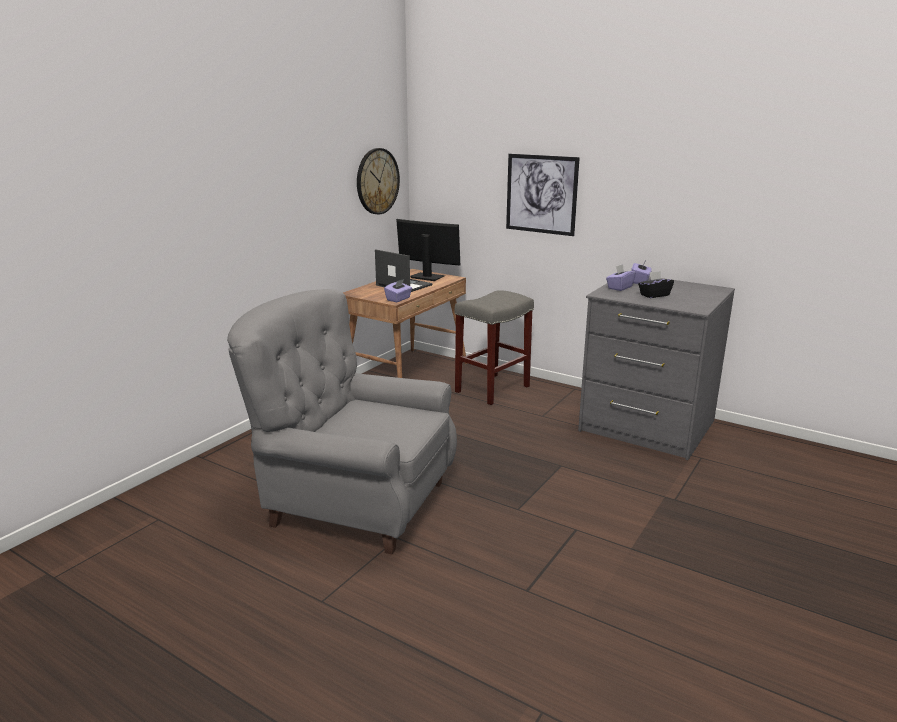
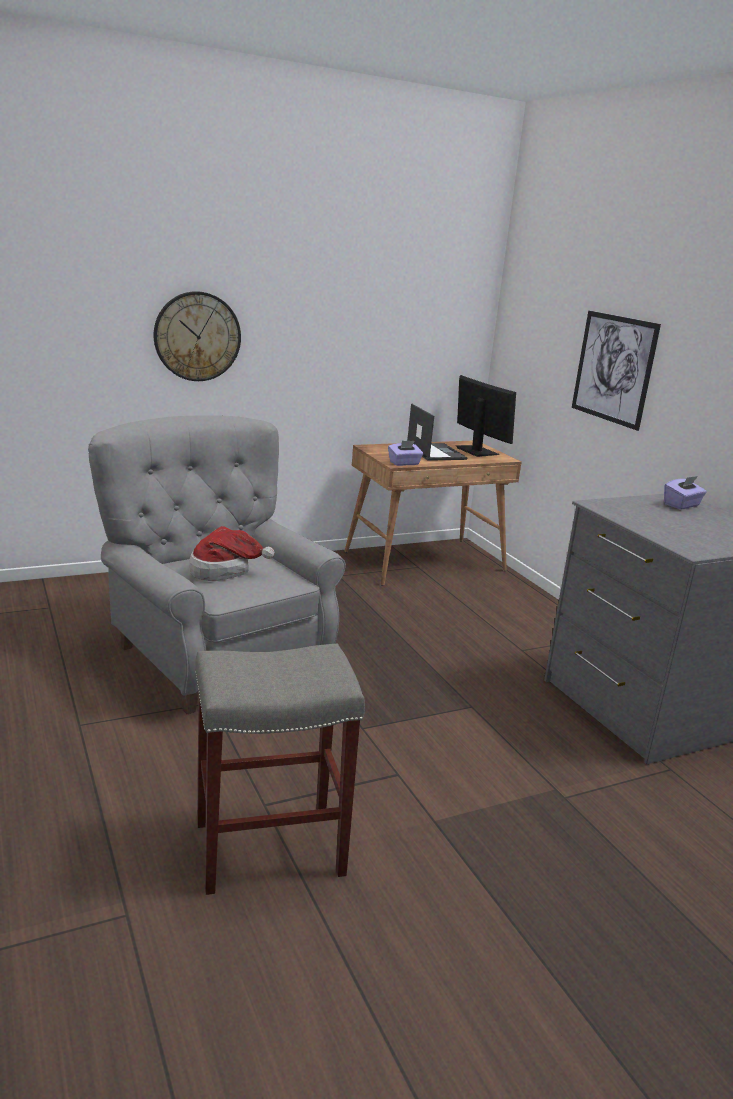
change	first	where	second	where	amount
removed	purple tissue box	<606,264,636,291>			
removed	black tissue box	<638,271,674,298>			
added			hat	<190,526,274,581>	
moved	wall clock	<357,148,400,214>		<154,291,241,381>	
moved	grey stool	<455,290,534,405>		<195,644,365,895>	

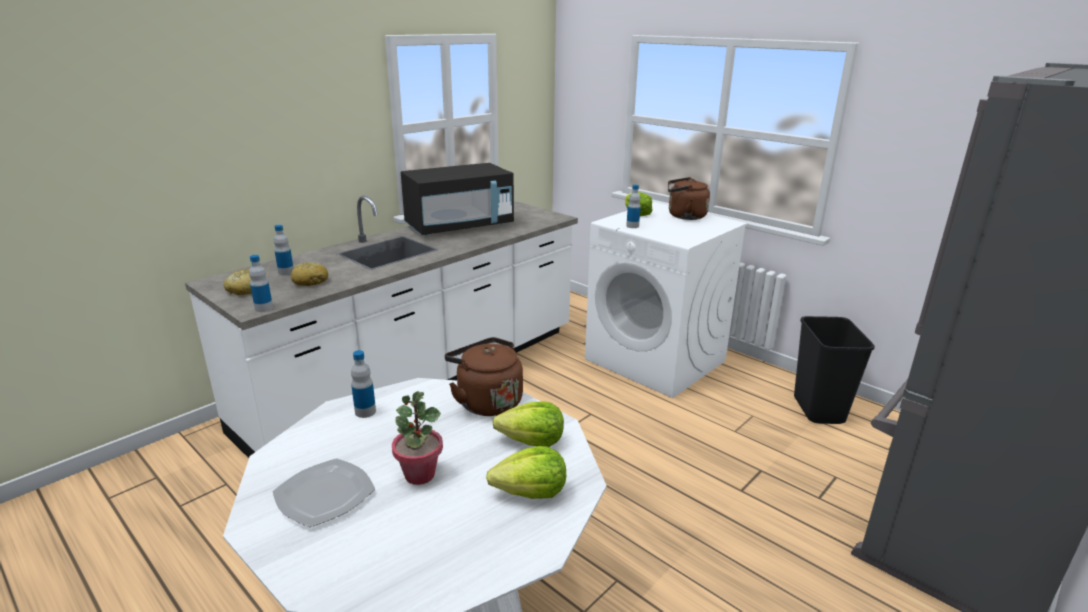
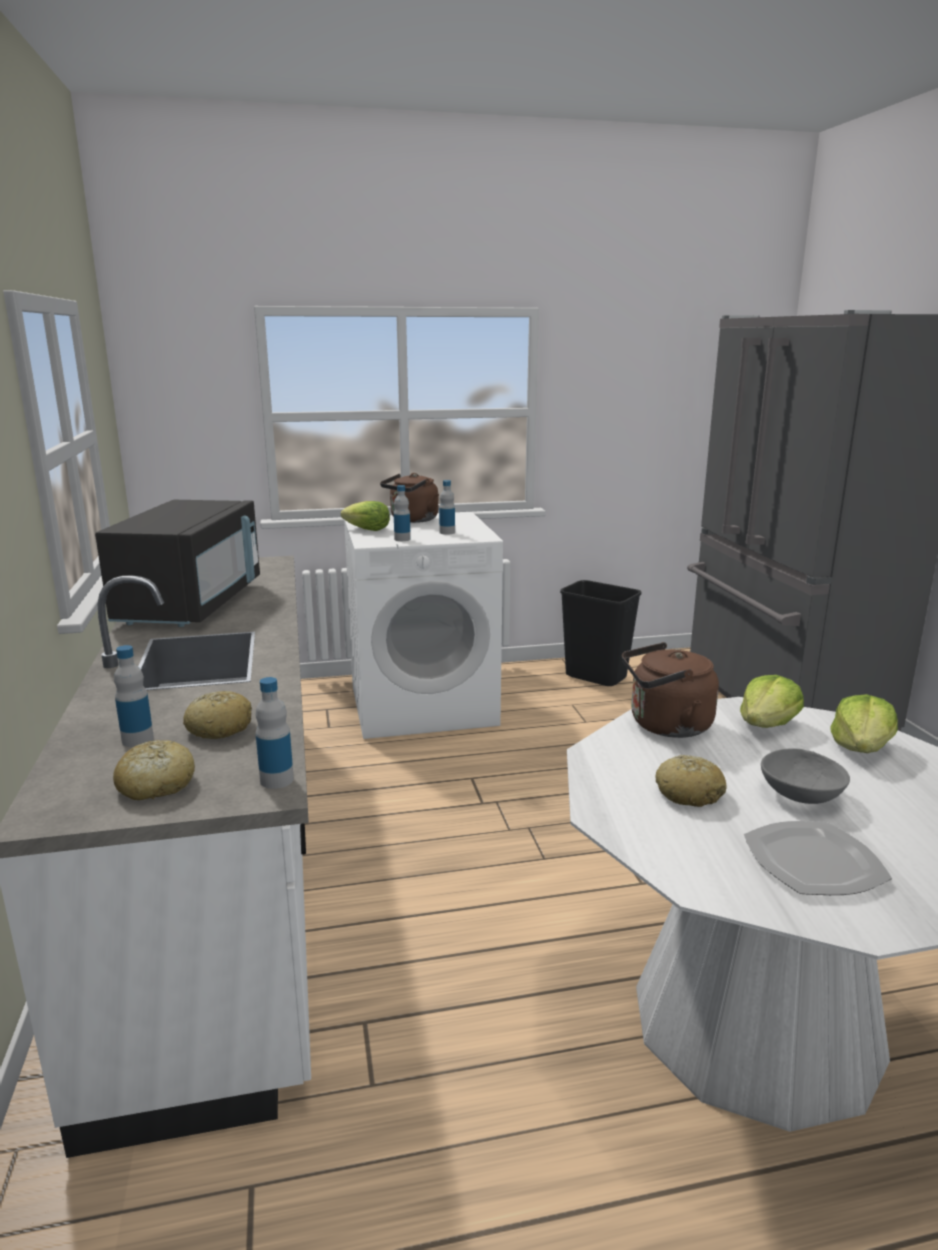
change	first	where	second	where	amount
added			bread	<655,755,726,807>	
moved	bottle	<351,350,376,418>		<439,480,455,535>	
replaced	potted plant	<392,391,443,485>	grey bowl	<761,748,850,804>	

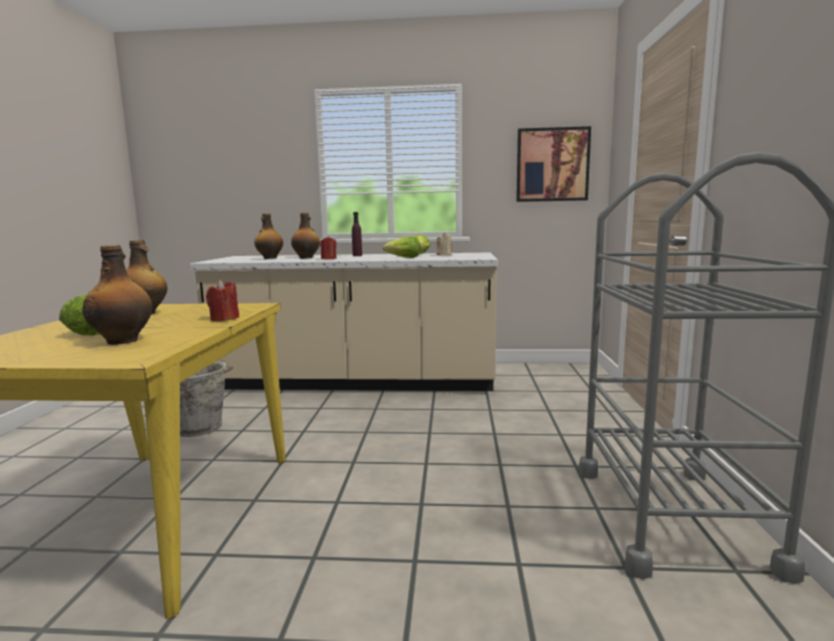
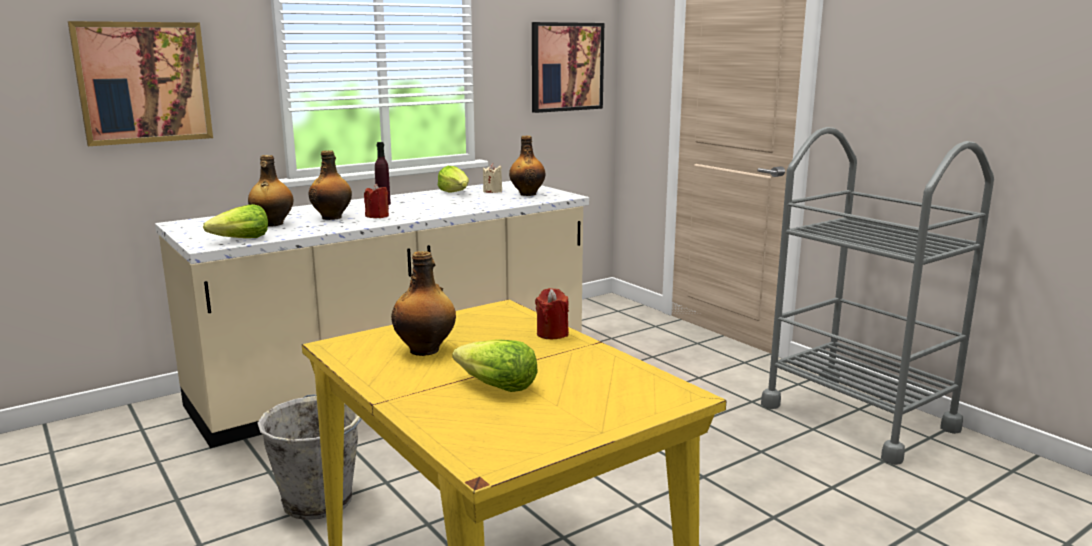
change	first	where	second	where	amount
added			picture	<68,21,213,146>	
moved	bottle	<82,245,152,345>		<509,136,546,196>	
moved	lettuce	<383,236,421,258>		<203,204,268,238>	

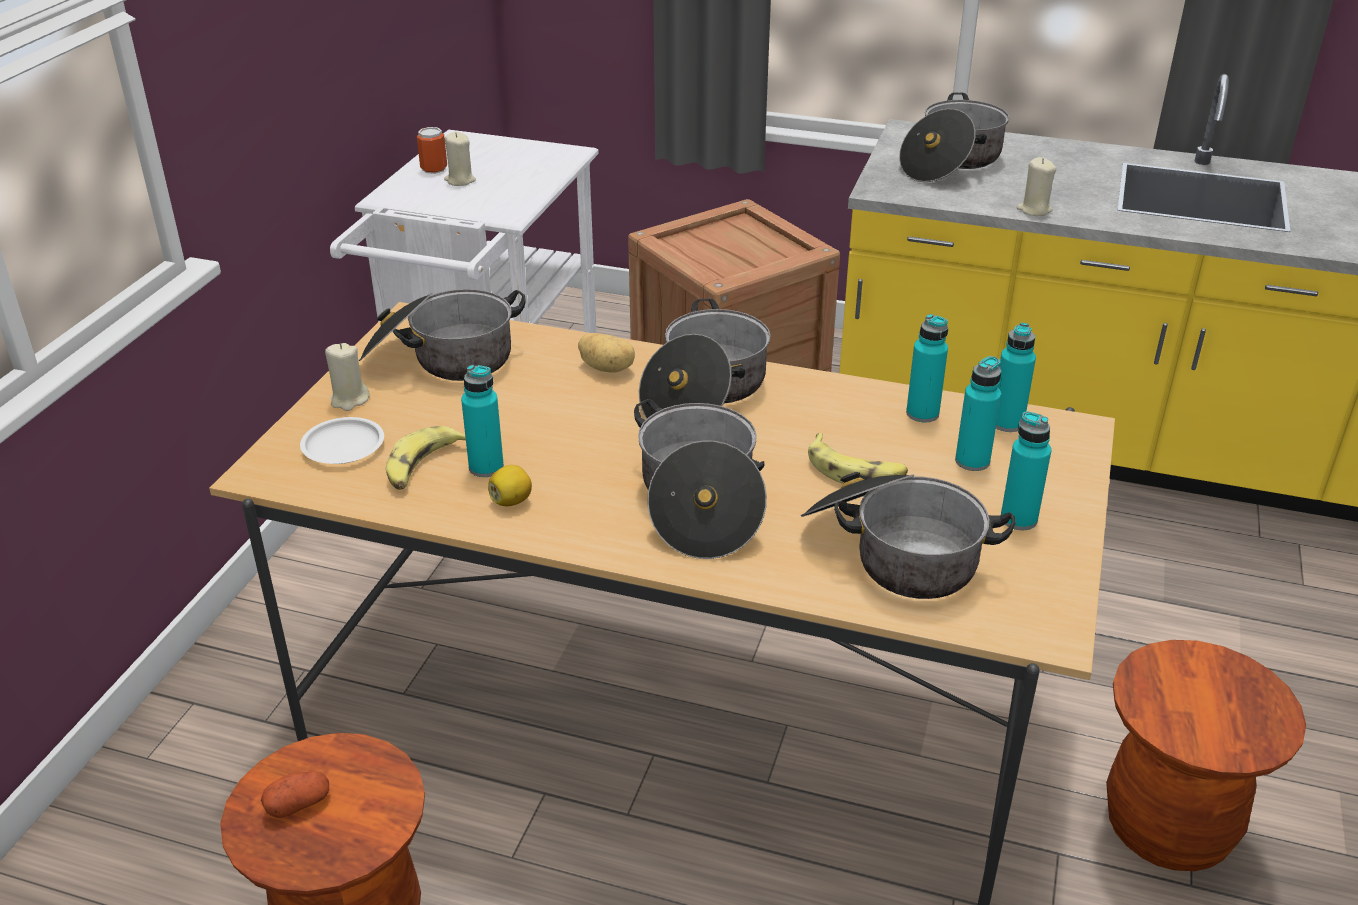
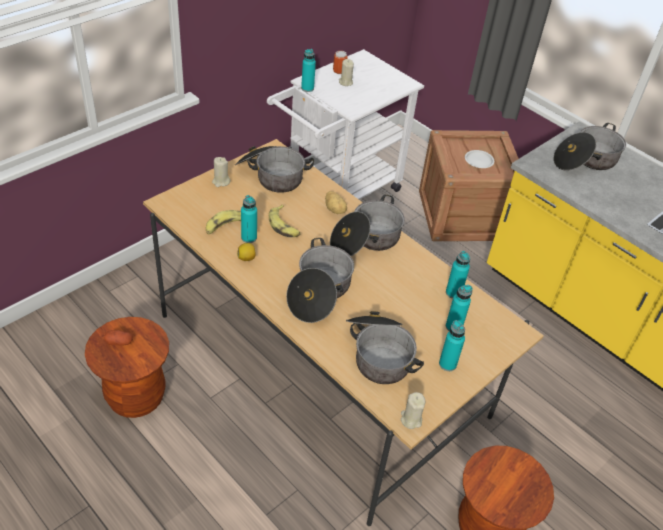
change	first	where	second	where	amount
moved	white plate	<300,417,384,464>		<465,150,494,168>	
moved	banana	<808,433,908,484>		<269,205,300,237>	
moved	turquoise bottle	<996,323,1036,432>		<301,49,316,92>	
moved	beige candle	<1016,157,1057,216>		<401,392,425,429>	

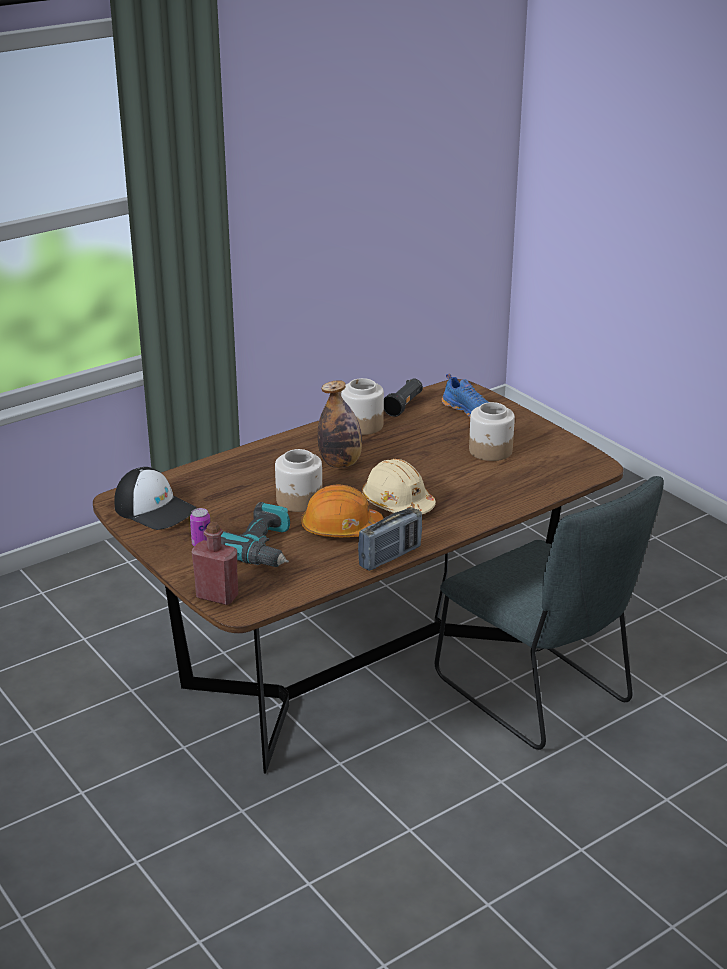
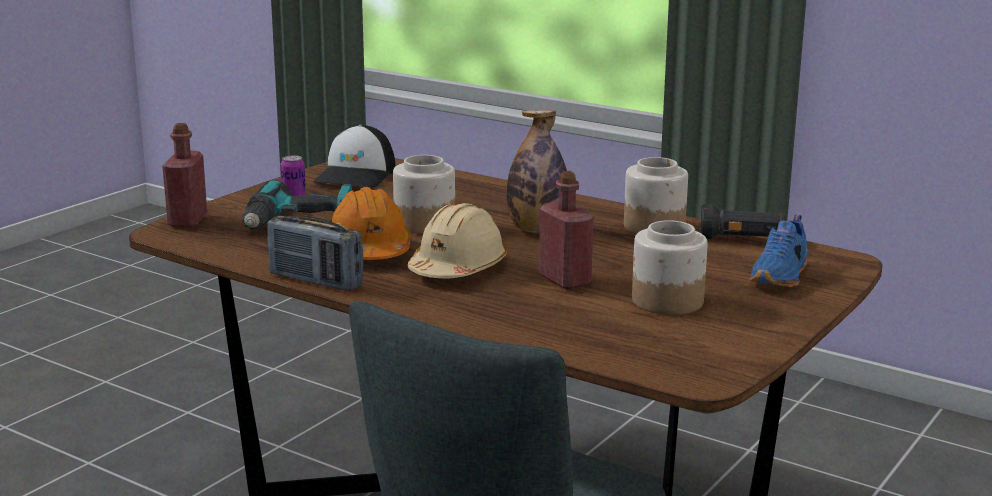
change	first	where	second	where	amount
added			red bottle	<539,171,594,289>	

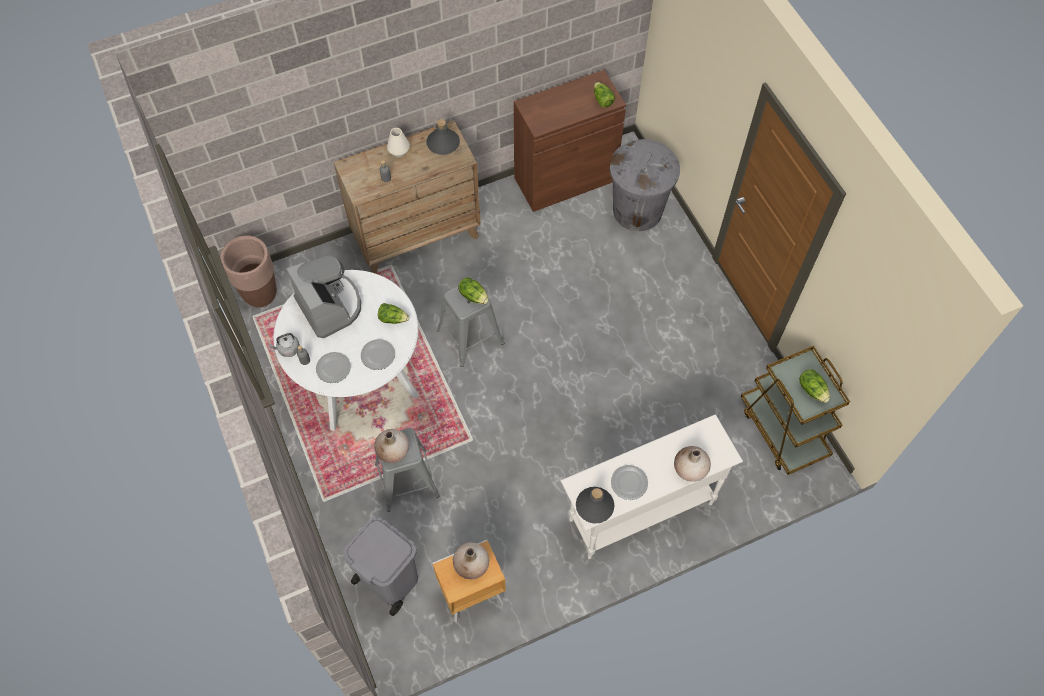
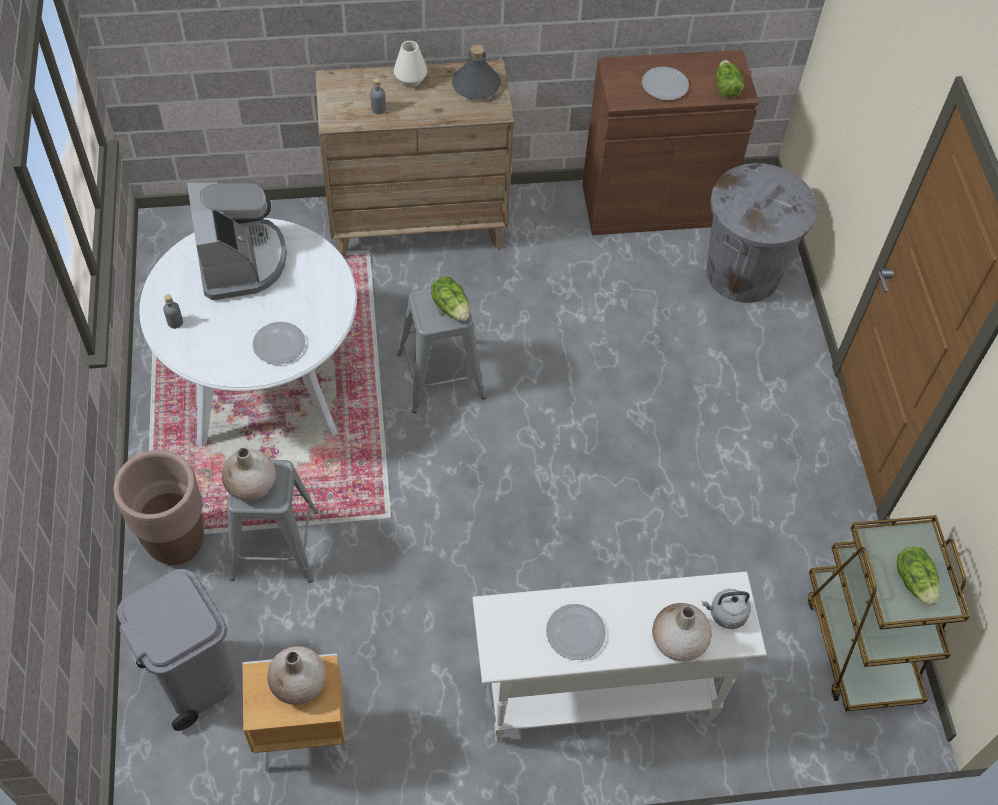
change	first	where	second	where	amount
removed	lettuce	<378,303,409,324>			
removed	grey bottle	<576,487,614,524>			
moved	brown planter	<220,235,277,307>		<114,450,204,565>	
moved	grey kettle	<269,333,300,357>		<702,589,751,629>	
moved	plate	<316,352,351,383>		<642,67,689,100>	

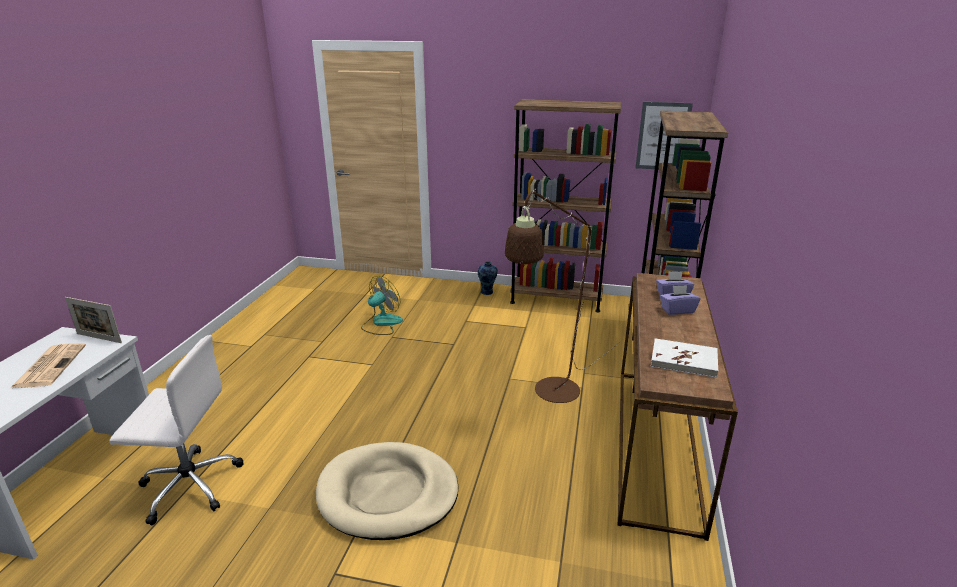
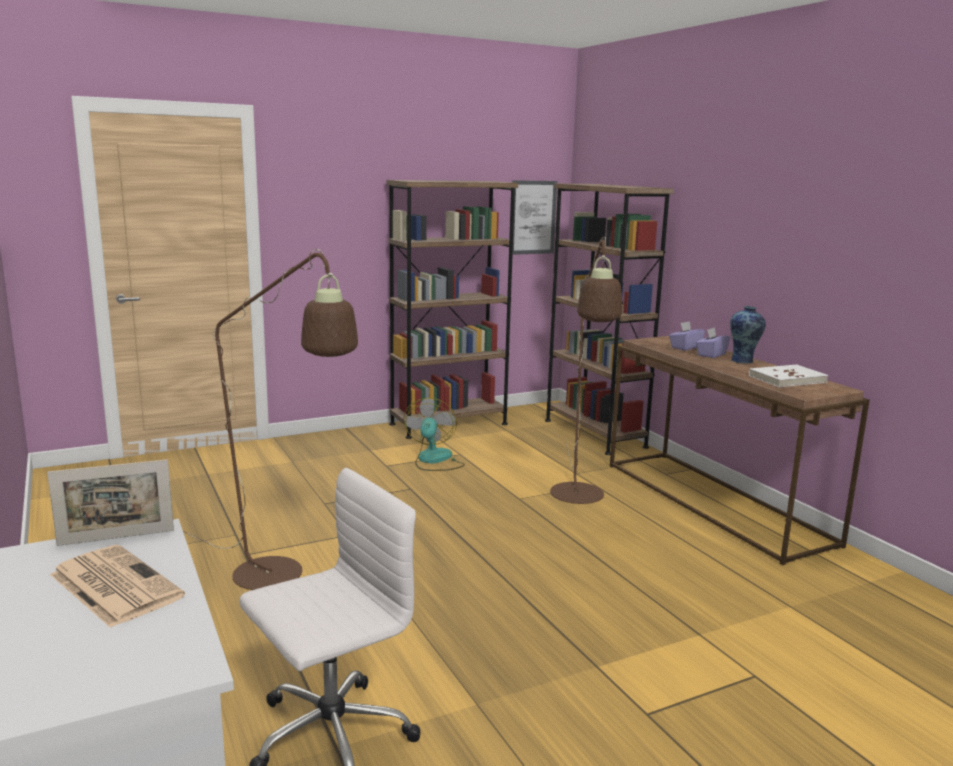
change	first	where	second	where	amount
removed	beige dog bed	<316,442,458,540>			
added			brown floor lamp	<183,249,358,590>	
moved	fan	<361,276,403,335>		<403,398,465,471>	
moved	vase	<478,262,498,295>		<730,306,766,364>	

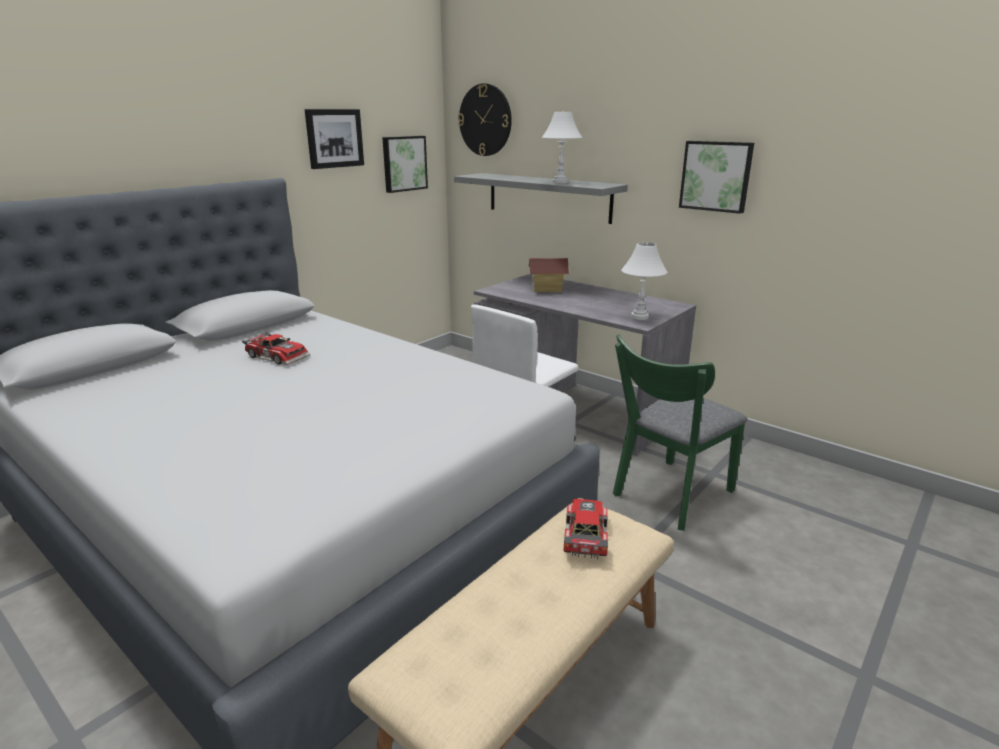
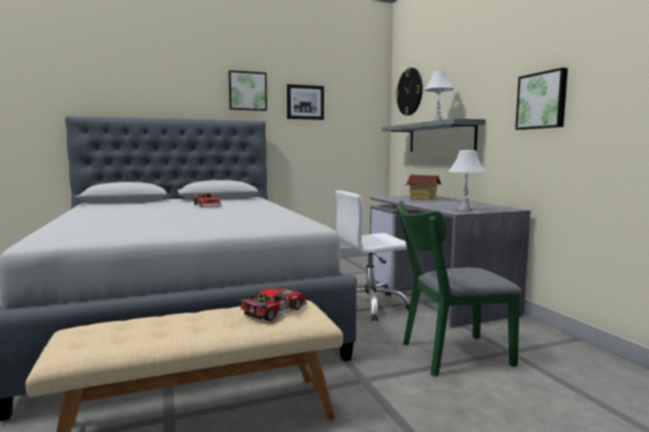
change	first	where	second	where	amount
moved	picture	<382,136,428,193>		<228,70,267,111>	

